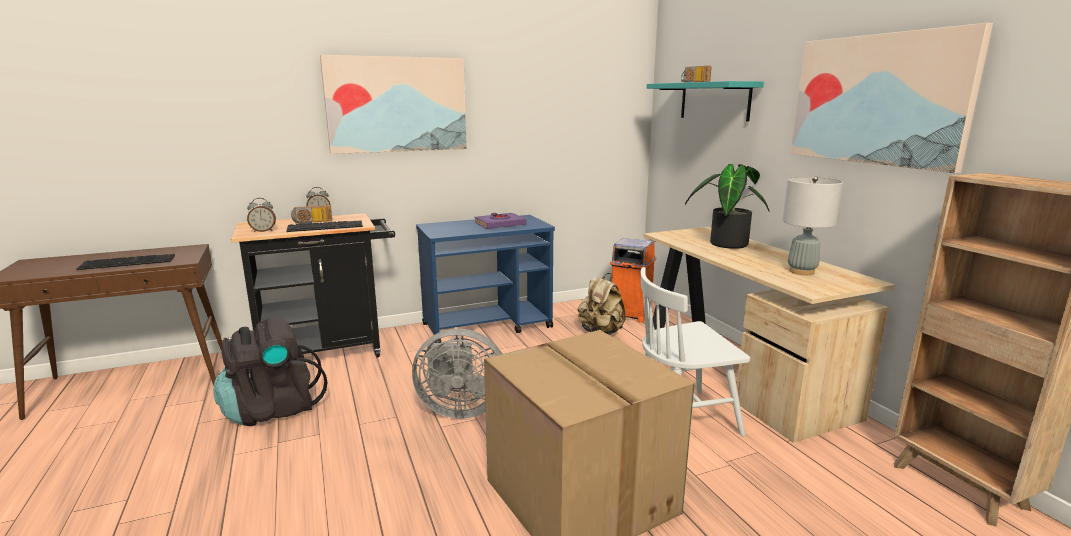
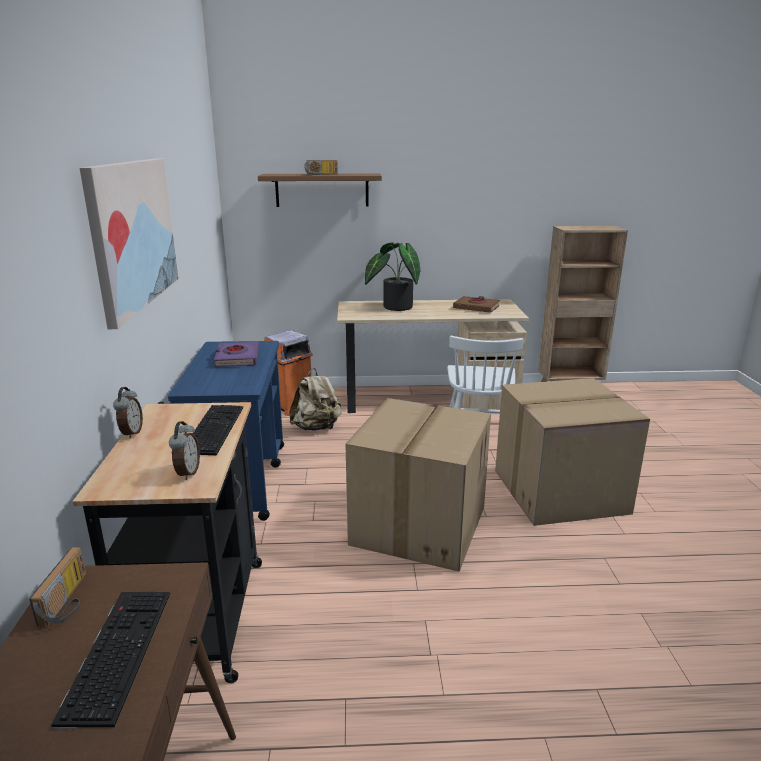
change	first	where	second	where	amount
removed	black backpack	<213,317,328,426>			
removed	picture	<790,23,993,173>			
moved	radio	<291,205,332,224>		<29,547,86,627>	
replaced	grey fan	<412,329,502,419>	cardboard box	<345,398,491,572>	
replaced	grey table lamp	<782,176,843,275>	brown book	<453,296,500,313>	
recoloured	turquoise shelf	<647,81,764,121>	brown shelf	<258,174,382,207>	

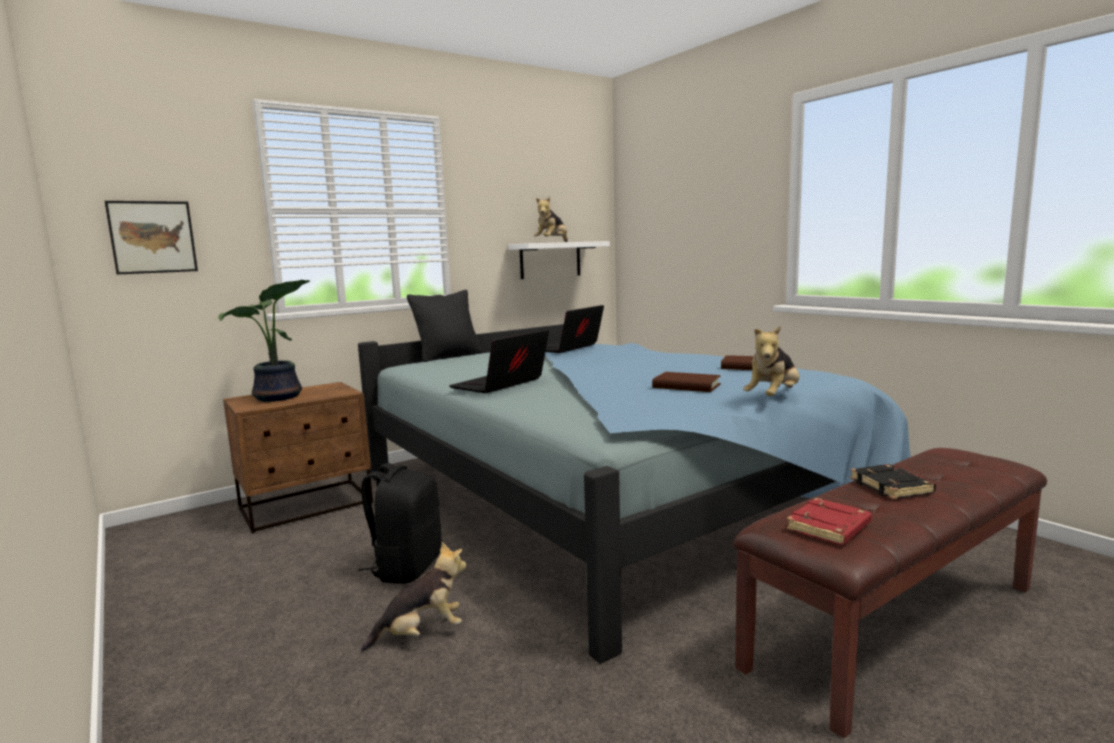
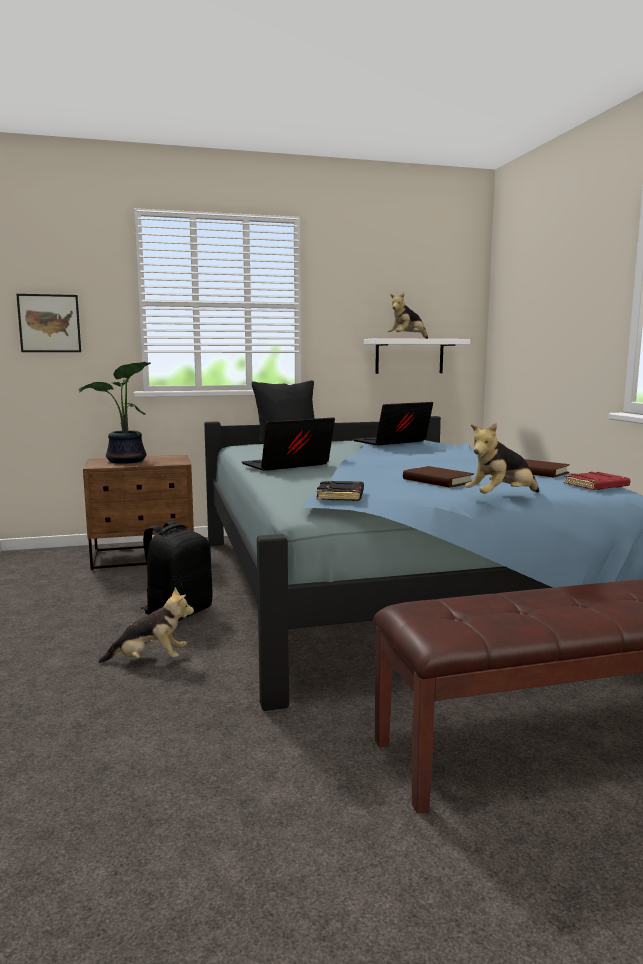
change	first	where	second	where	amount
moved	red book	<786,498,872,545>		<564,472,630,490>	
moved	black book	<850,464,936,499>		<317,480,364,501>	

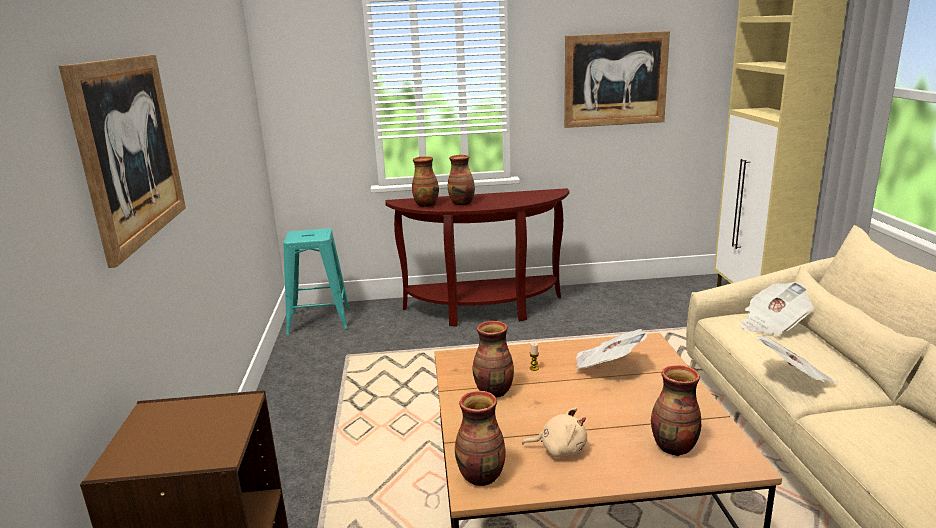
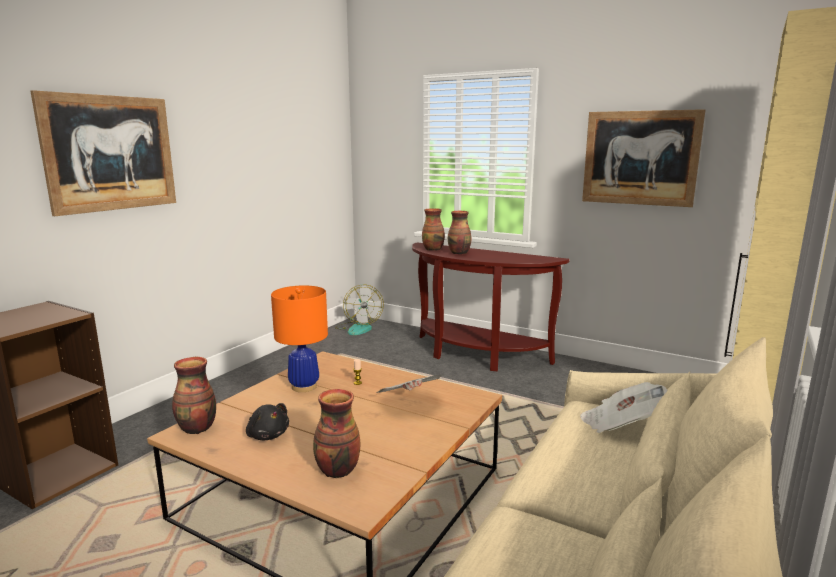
change	first	where	second	where	amount
removed	newspaper	<757,336,839,383>			
replaced	turquoise stool	<283,228,350,334>	fan	<335,285,384,335>	
replaced	vase	<472,321,514,398>	orange table lamp	<271,285,328,392>	
recoloured	beige plush toy	<522,407,587,457>	black plush toy	<246,403,289,440>	

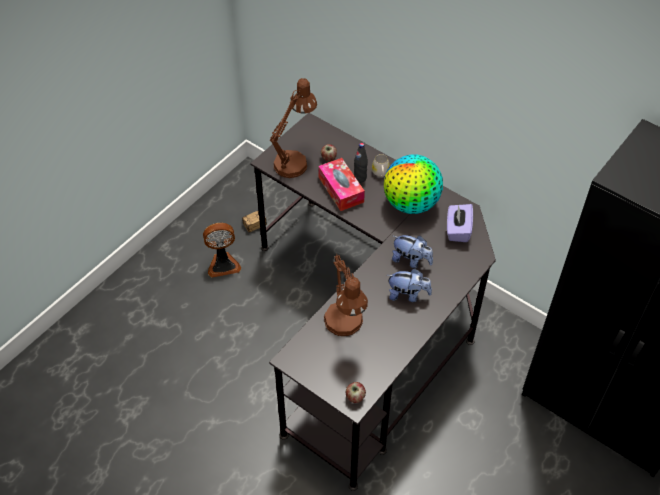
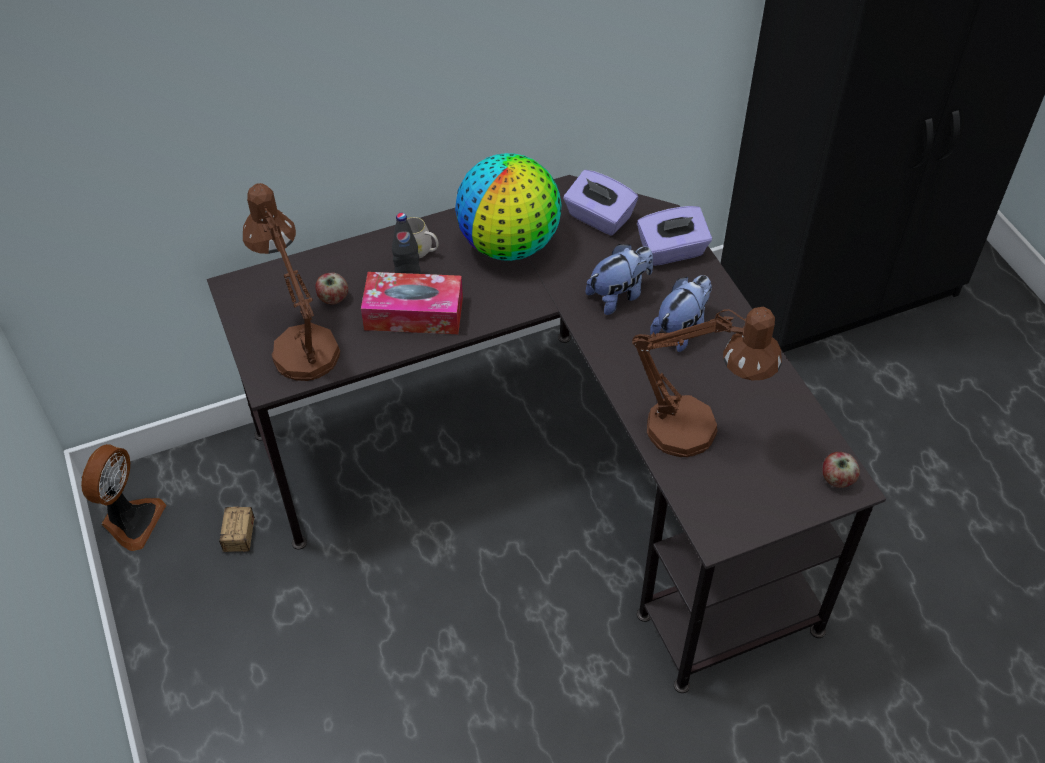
change	first	where	second	where	amount
added			purple tissue box	<637,206,712,266>	
moved	fan	<203,223,241,278>		<81,444,166,551>	

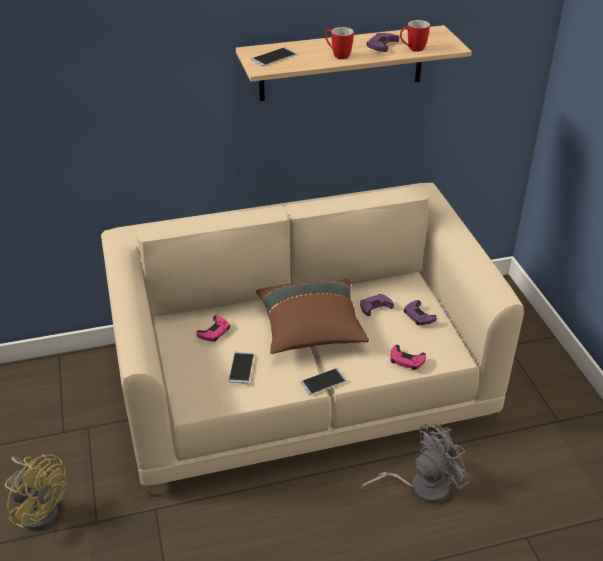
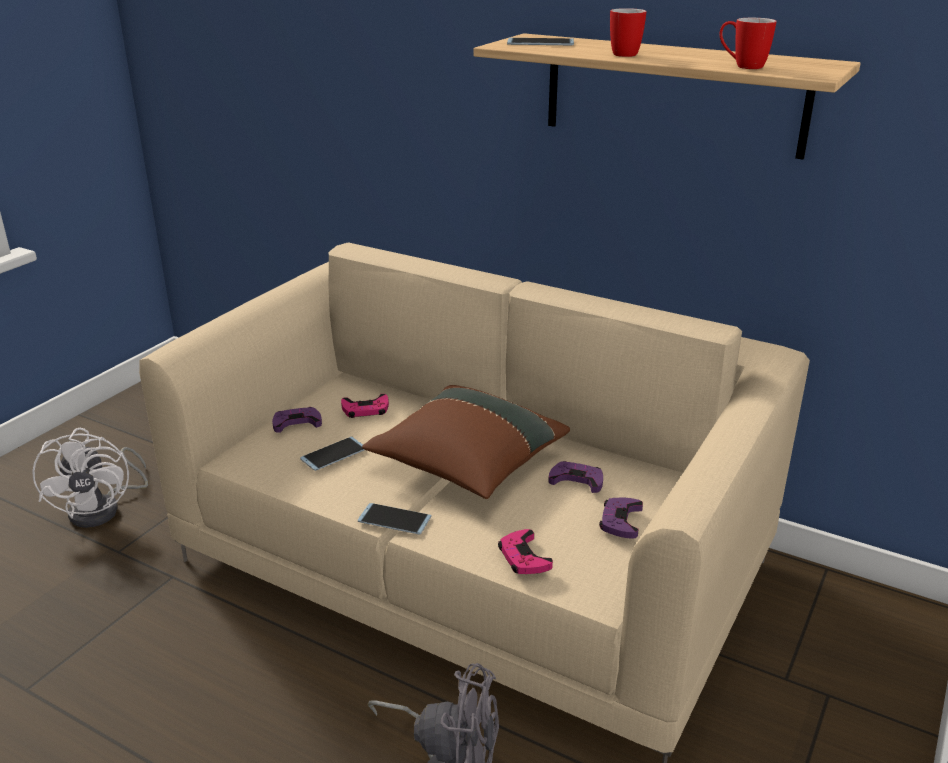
change	first	where	second	where	amount
moved	purple game controller	<367,33,399,52>		<272,407,322,433>	
recoloured	yellow fan	<5,454,67,530>	white fan	<32,428,148,528>	

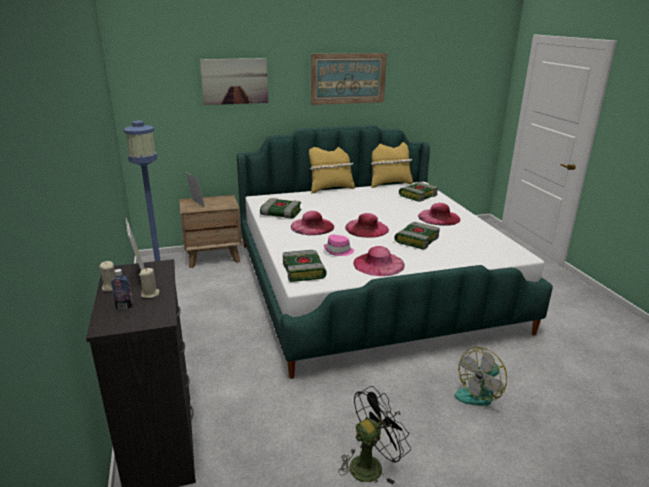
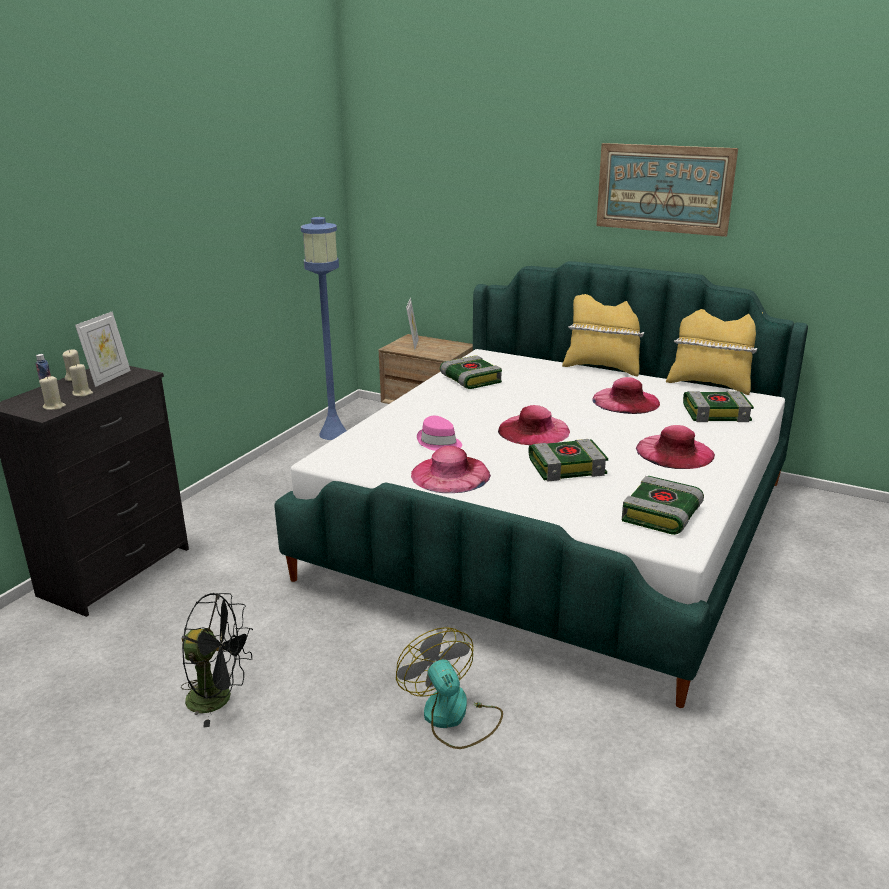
change	first	where	second	where	amount
removed	picture	<200,58,268,105>			
added			beige candle	<39,376,66,410>	
moved	book	<283,250,327,282>		<622,476,704,535>	
moved	pink hat	<291,211,334,235>		<593,377,660,414>	
turned	fan	<455,347,507,406>		<396,627,503,749>	60 degrees clockwise

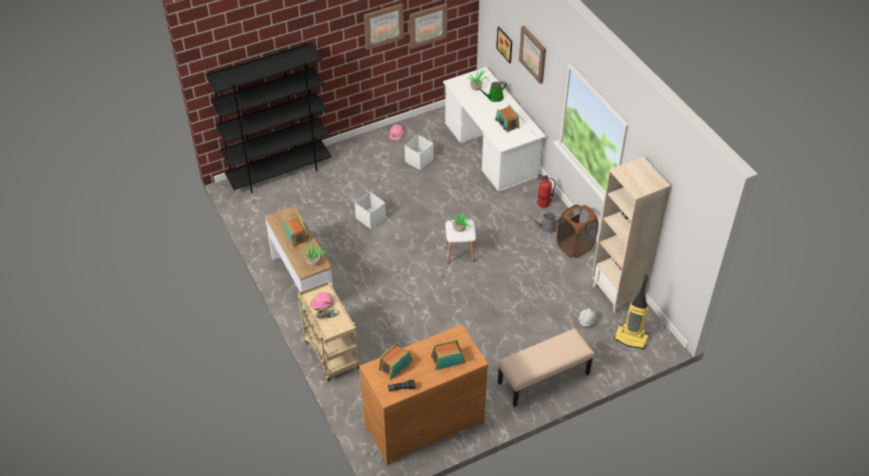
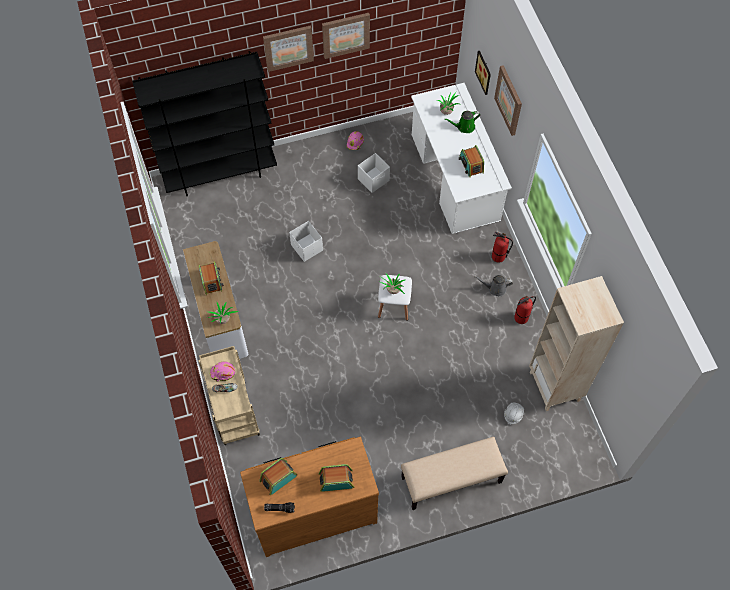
change	first	where	second	where	amount
removed	vacuum cleaner	<614,274,649,349>			
moved	picture	<409,3,447,49>		<263,25,314,72>	
replaced	brown laundry basket	<557,205,598,258>	fire extinguisher	<514,296,536,324>	

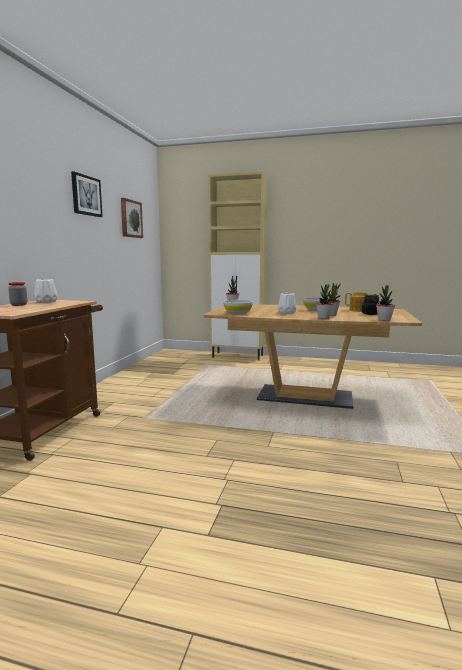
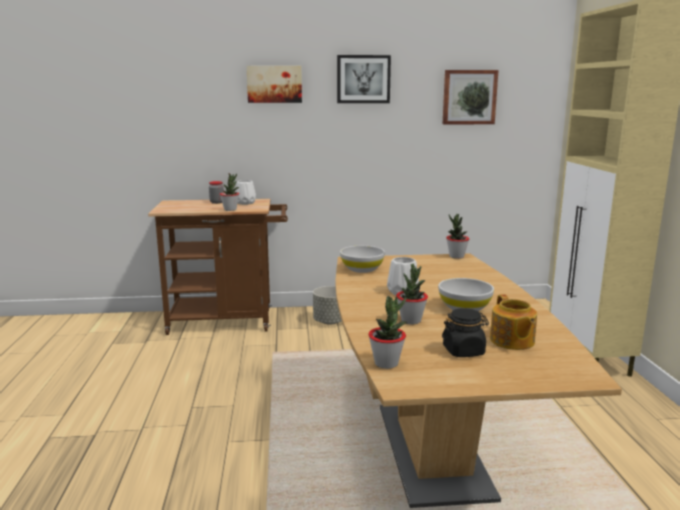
change	first	where	second	where	amount
added			picture	<246,66,302,103>	
added			grey planter	<313,286,342,325>	
moved	potted plant	<316,284,334,319>		<220,173,239,211>	

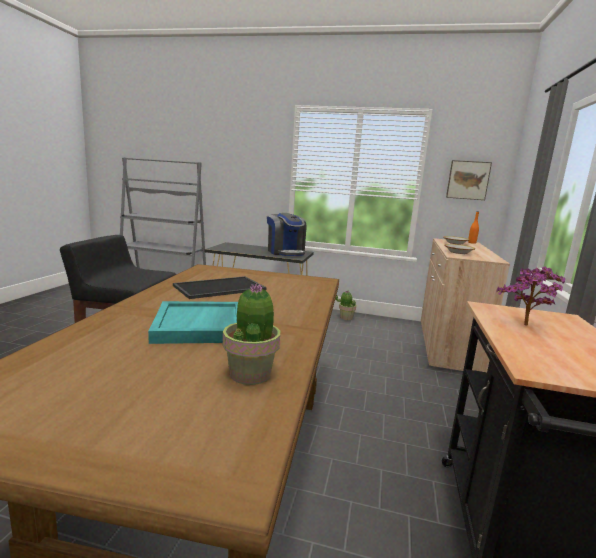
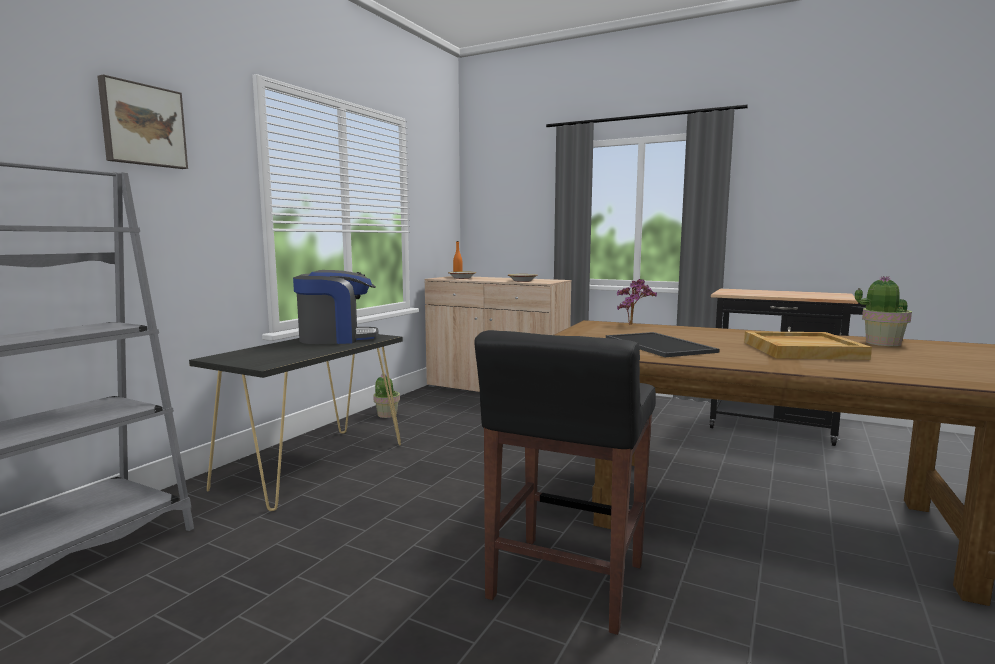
change	first	where	second	where	amount
moved	picture	<446,160,492,200>		<97,74,188,169>	
moved	potted plant	<496,267,565,326>		<617,279,657,325>	
recoloured	turquoise tray	<148,301,238,344>	beige tray	<744,331,872,360>	

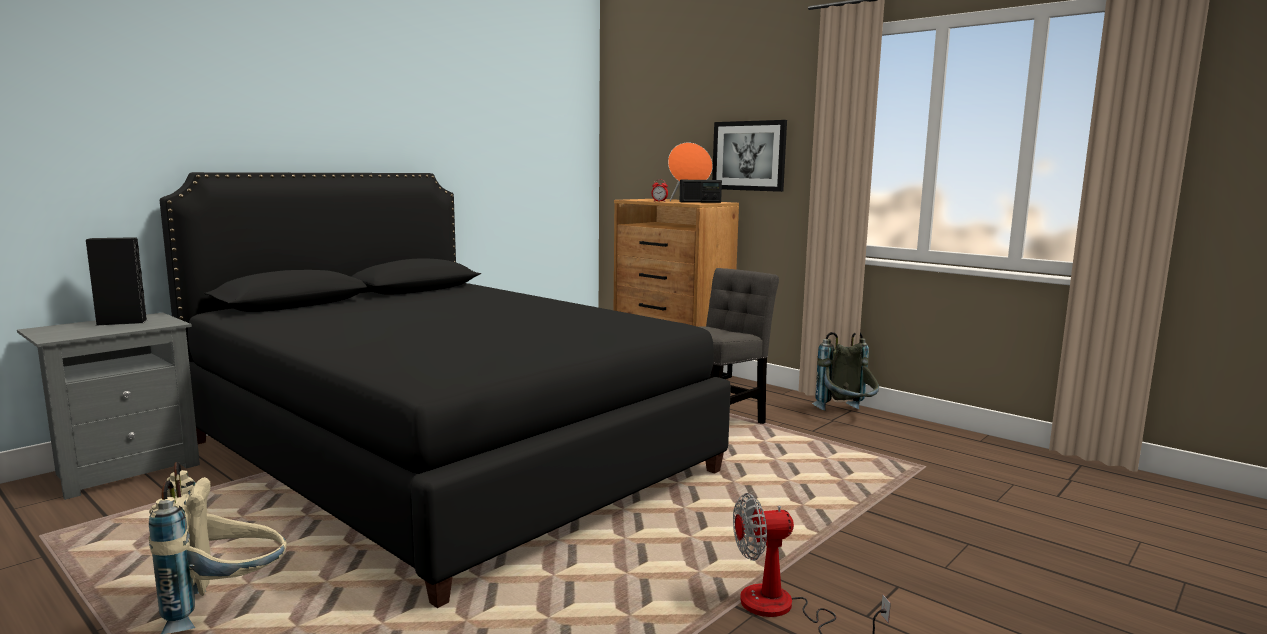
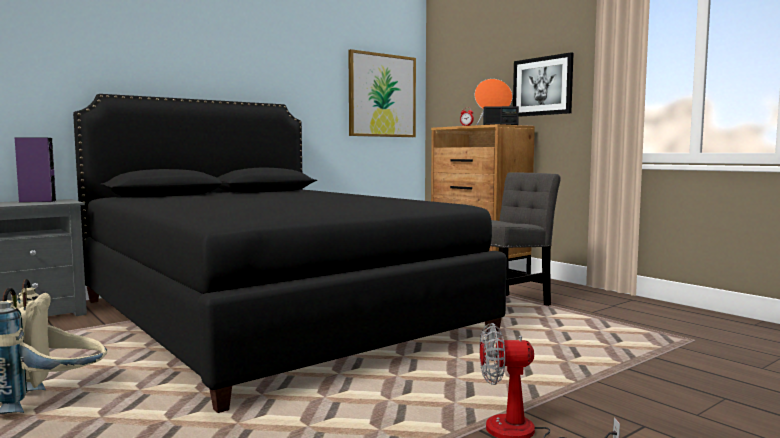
change	first	where	second	where	amount
removed	grey backpack	<812,332,879,411>			
added			picture	<348,49,416,137>	
recoloured	black speaker	<86,237,147,326>	purple speaker	<15,137,56,203>	

